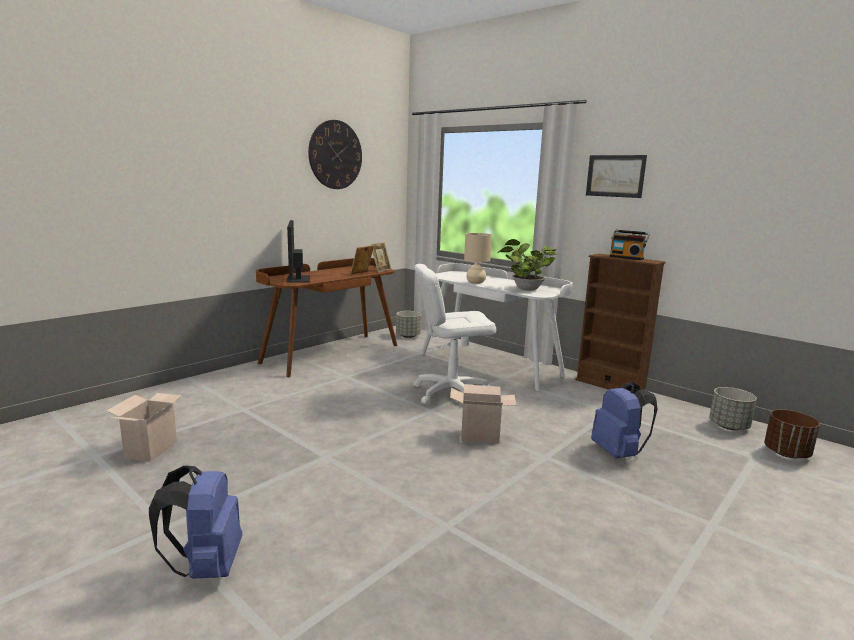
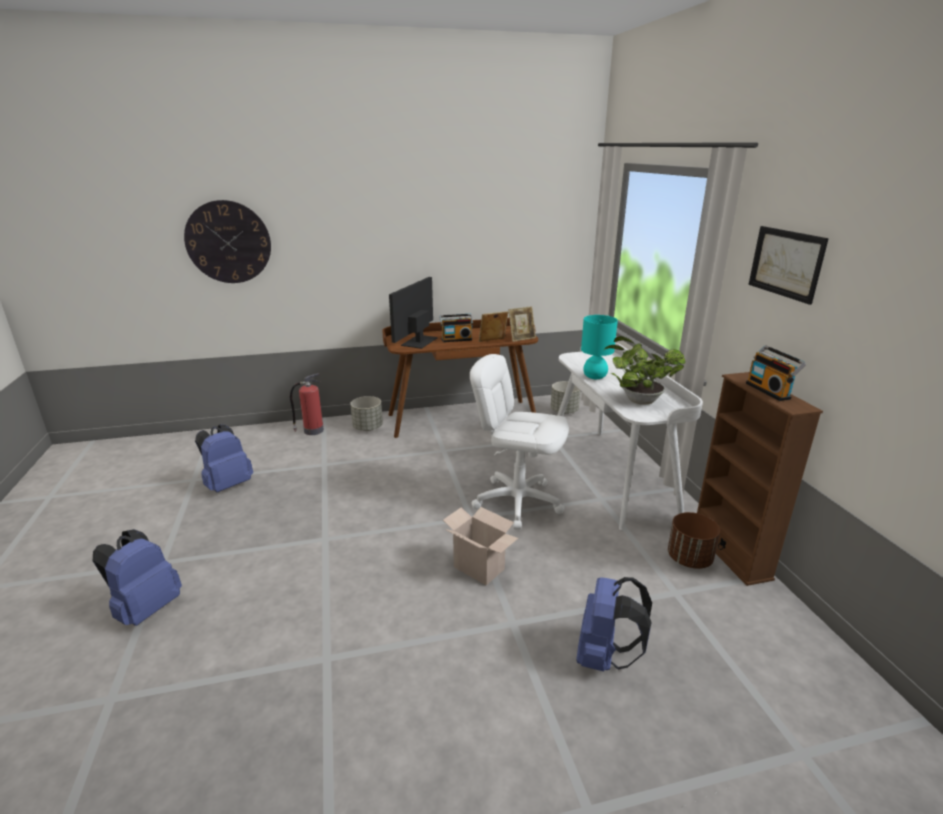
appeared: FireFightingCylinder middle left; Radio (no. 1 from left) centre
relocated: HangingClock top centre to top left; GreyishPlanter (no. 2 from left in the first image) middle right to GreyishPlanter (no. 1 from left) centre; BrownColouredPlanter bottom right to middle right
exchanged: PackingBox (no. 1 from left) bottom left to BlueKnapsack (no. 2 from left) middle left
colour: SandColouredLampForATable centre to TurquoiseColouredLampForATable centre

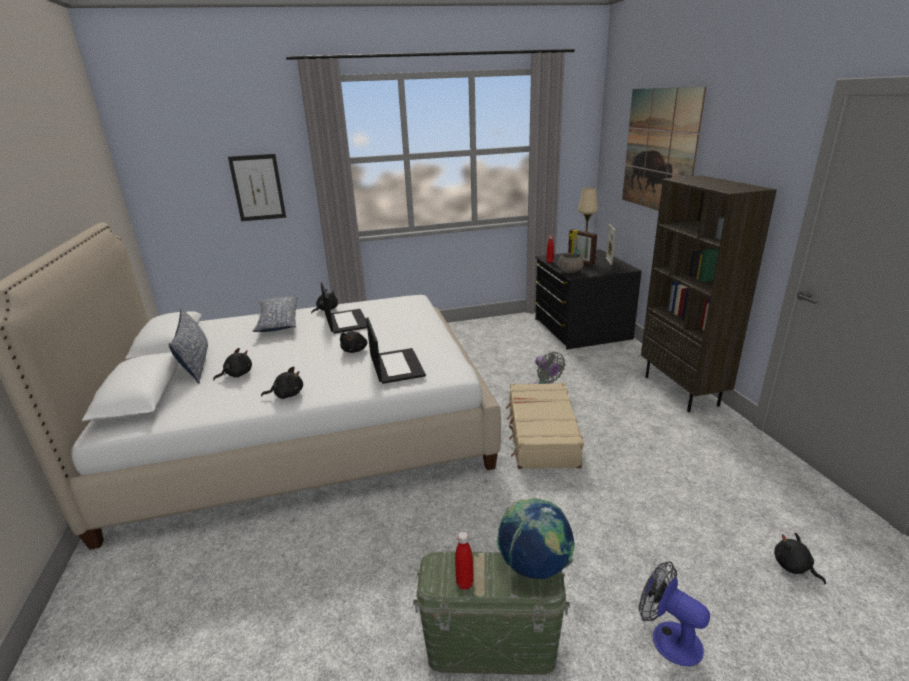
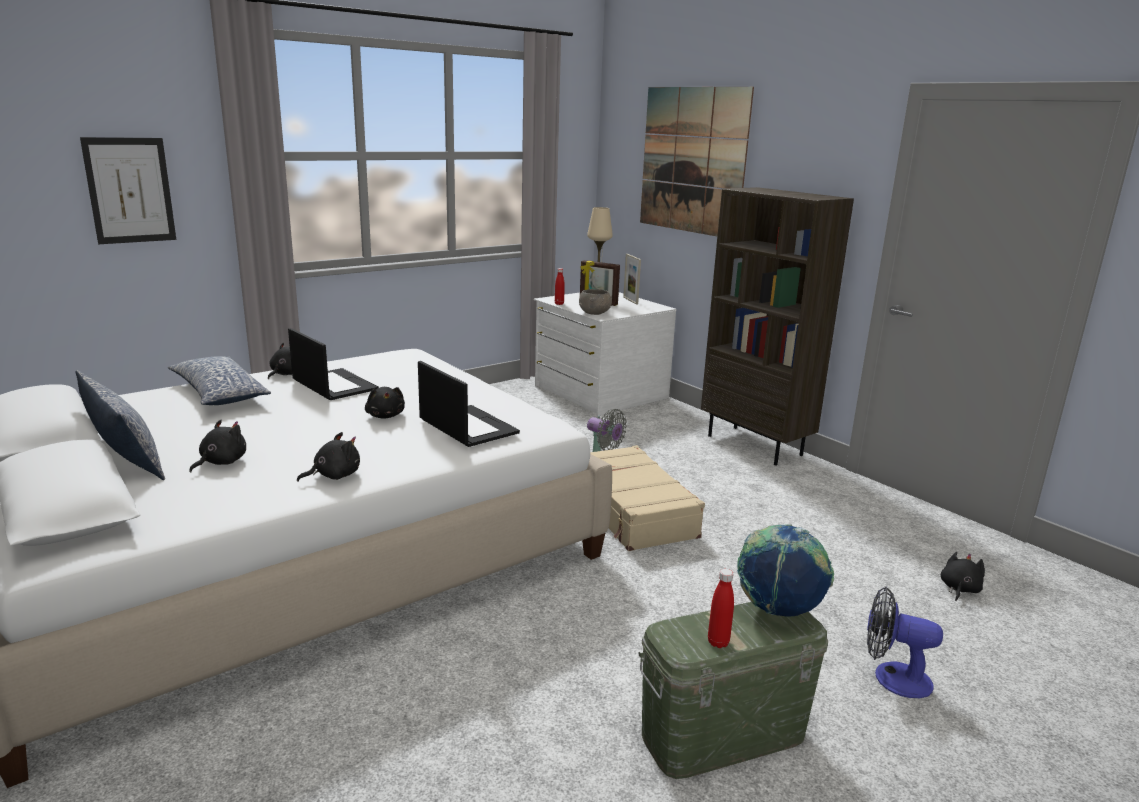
colour: BlackColouredDresser centre to WhitishDresser centre
spun: BlackColouredCuddlyToy (no. 5 from left) bottom right = bottom right 90 degrees clockwise

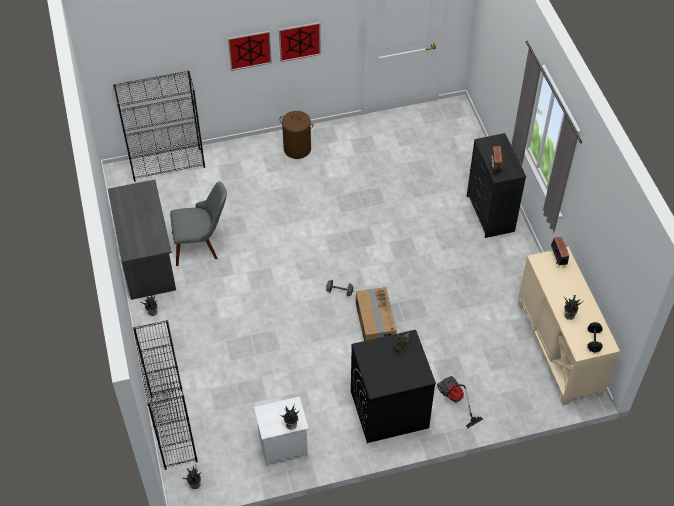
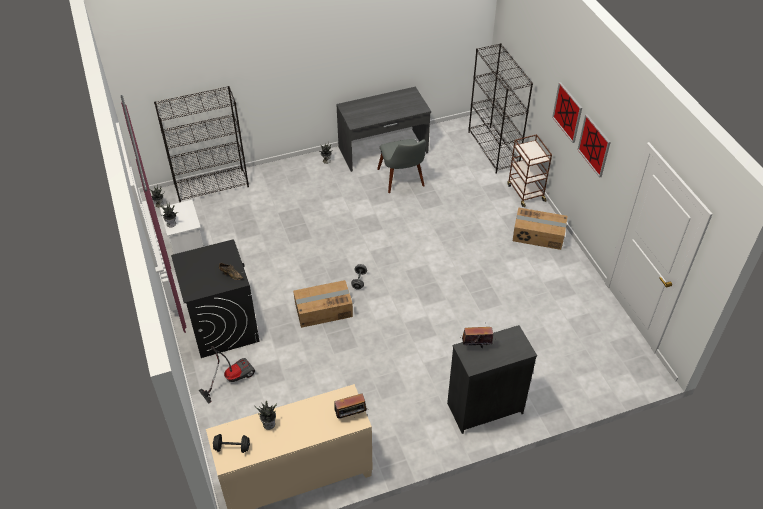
appeared: BrownColouredWheeledCart middle right
exchanged: BrownColouredHamper top centre to PackingBox (no. 2 from left) middle right

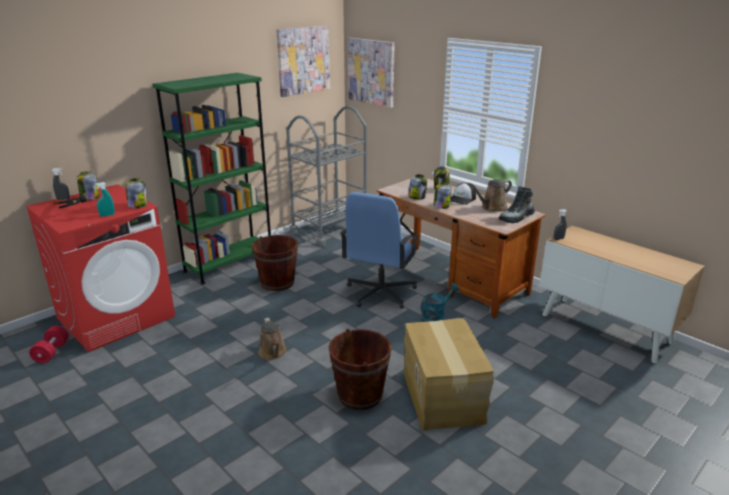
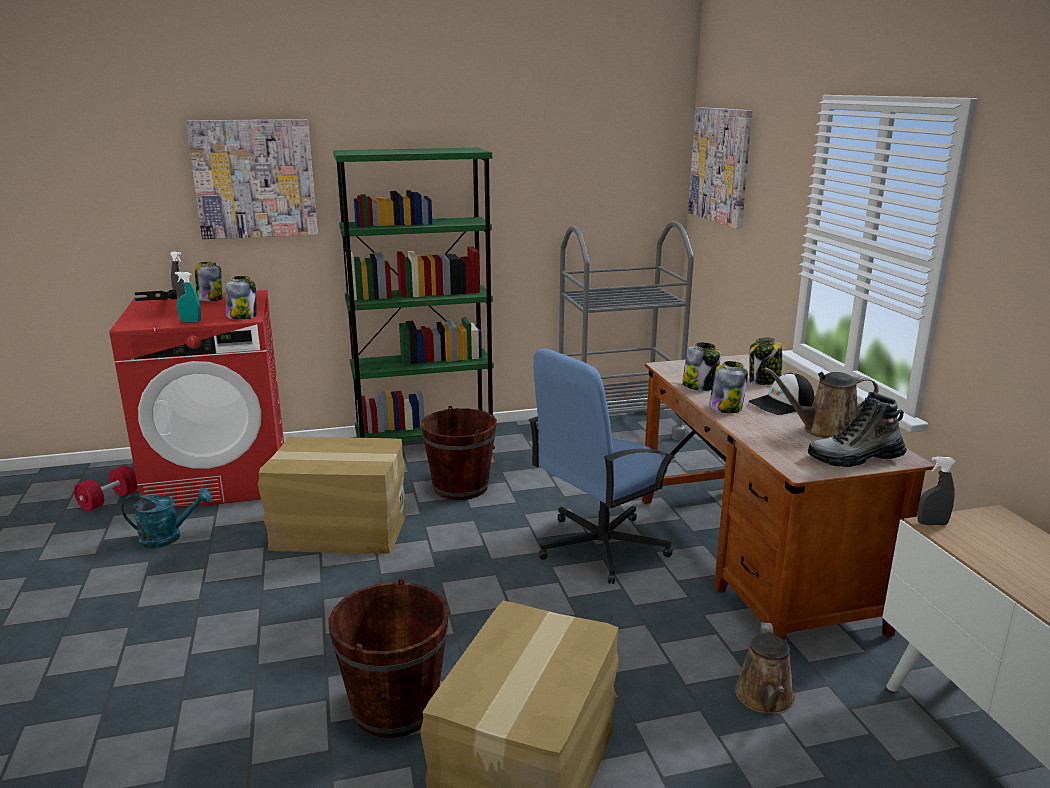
appeared: PackingBox (no. 1 from left) middle left
relocated: TurquoiseColouredWateringPot centre to middle left; Picture (no. 1 from left) top centre to top left; BrownColouredWateringPot (no. 1 from left) bottom centre to bottom right

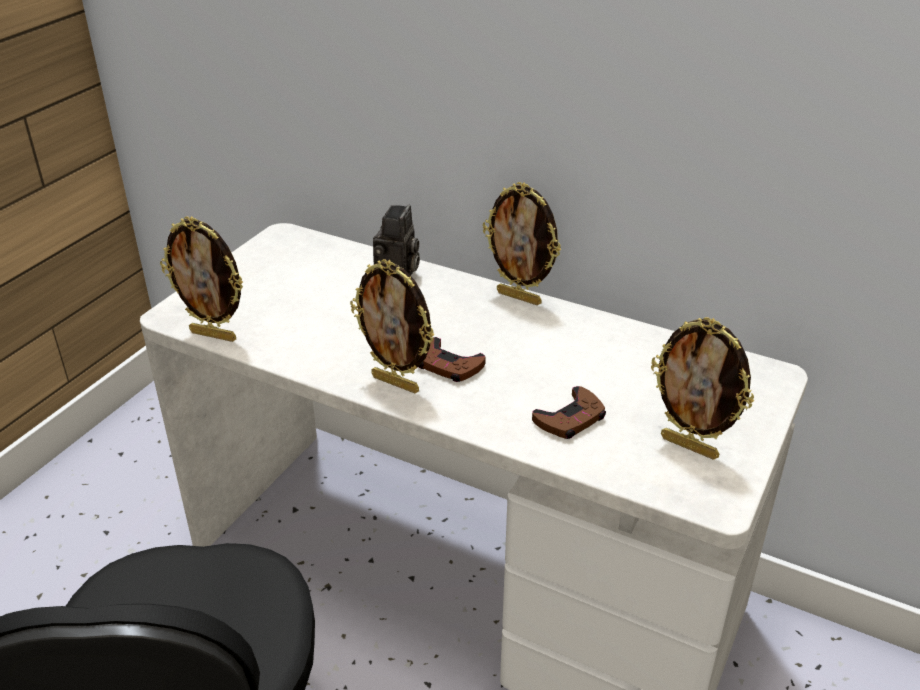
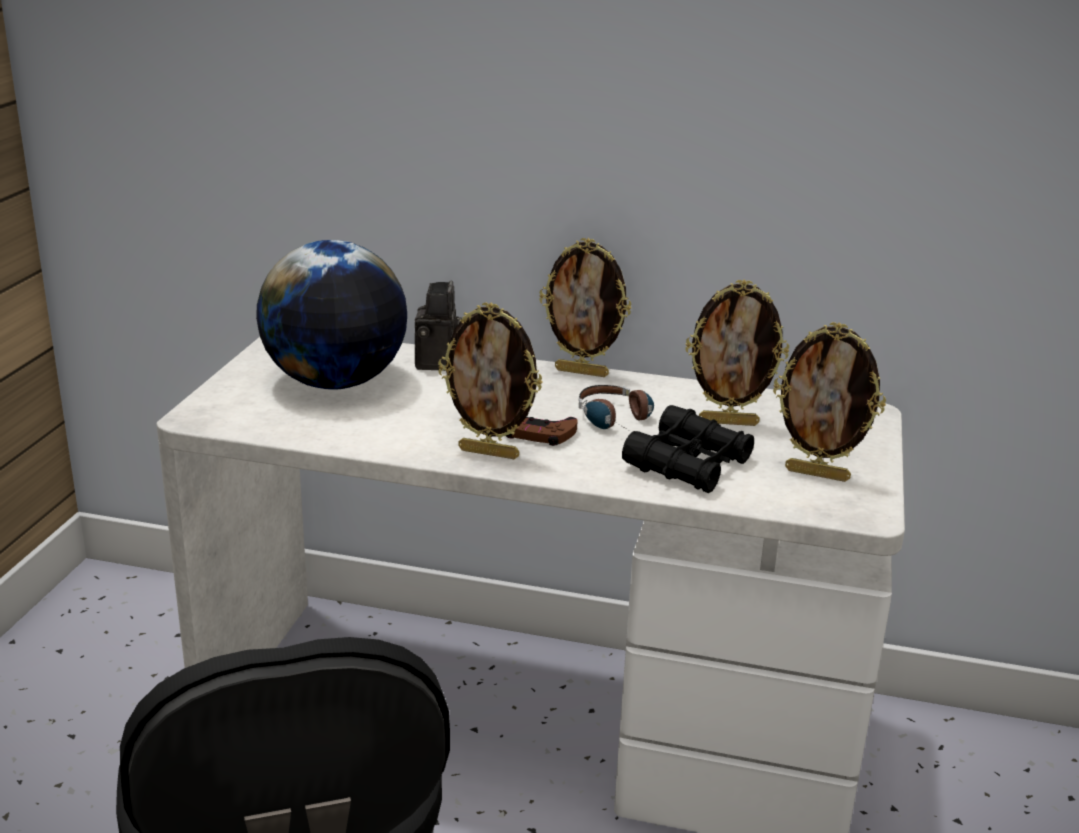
appeared: WorldGlobe middle left; Headphones centre
relocated: PhotoFrame (no. 1 from left in the first image) middle left to PhotoFrame (no. 3 from left) middle right
exchanged: BrownColouredGamepad (no. 2 from left) centre to BlackColouredFieldGlasses centre

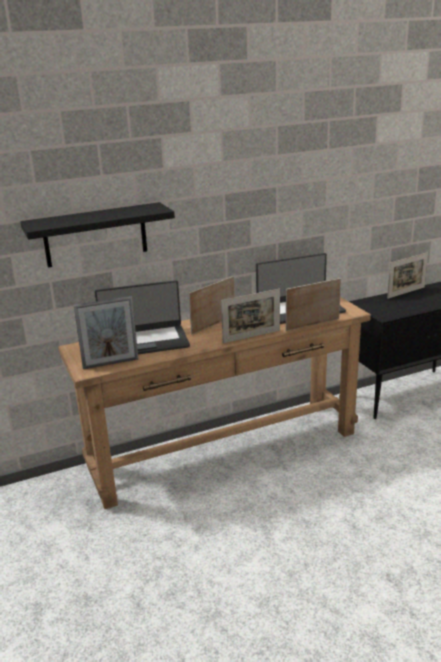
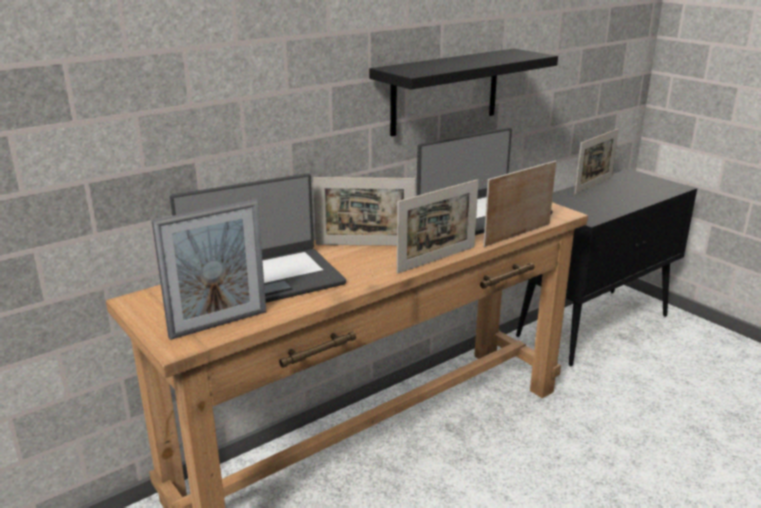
relocated: BlackColouredWallShelf middle left to top centre
spun: PhotoFrame (no. 2 from left) centre = centre 120 degrees counterclockwise

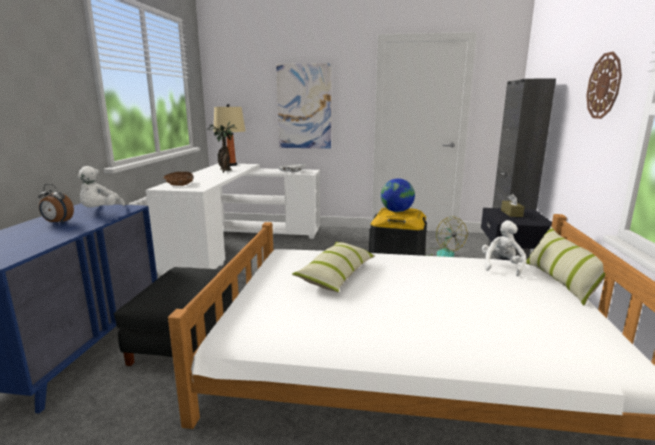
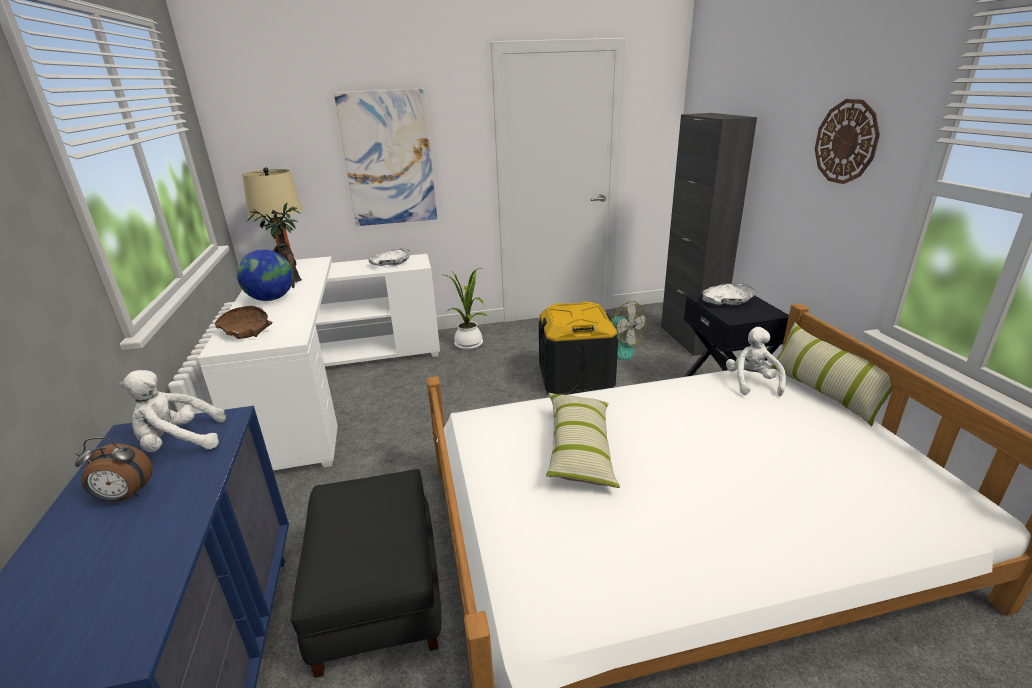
appeared: PottedPlant (no. 2 from left) centre
relocated: WorldGlobe centre to middle left
exchanged: BrownColouredTissueHolder middle right to WhitishServingBowl (no. 2 from left) middle right
spun: WhitishCuddlyToy (no. 1 from left) middle left = middle left 90 degrees clockwise

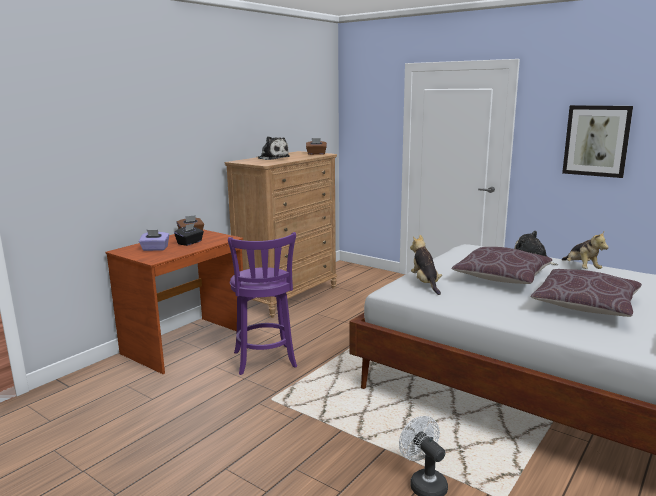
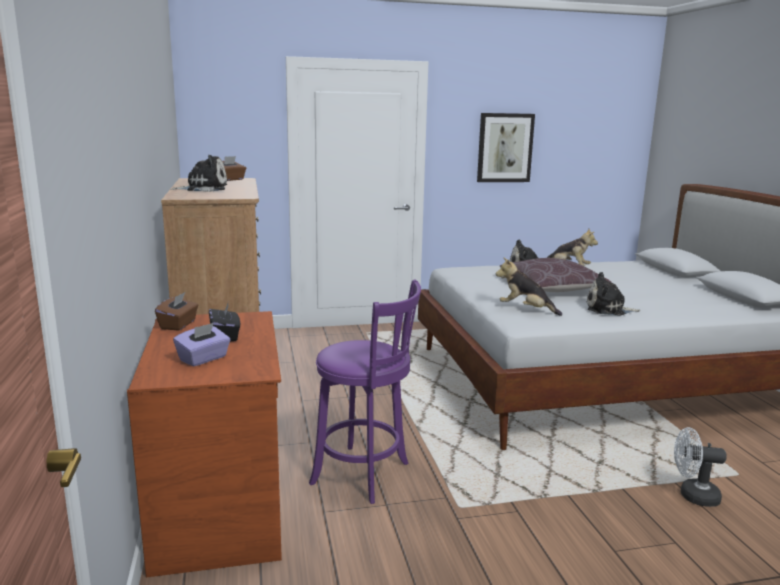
missing: BrownColouredCushion (no. 2 from left) middle right
appeared: CuddlyToy (no. 5 from left) middle right

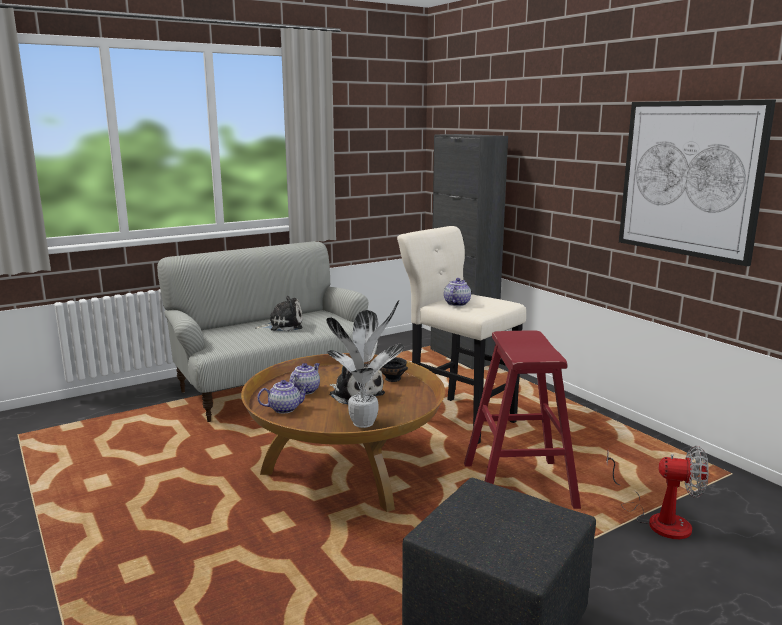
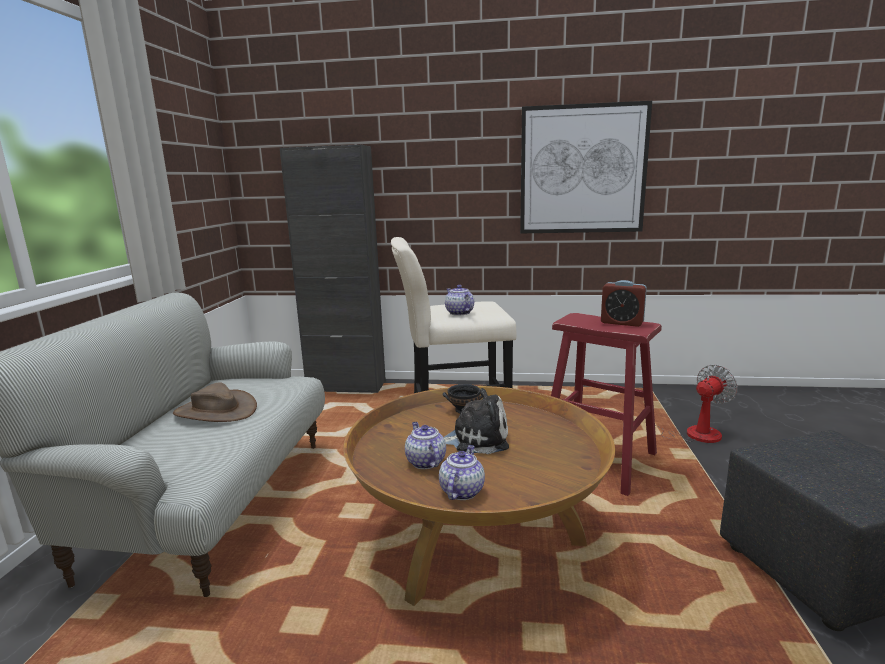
missing: PottedPlant centre
appeared: TableClock middle right
exchanged: CuddlyToy (no. 1 from left) centre to BrownColouredWearableHat middle left

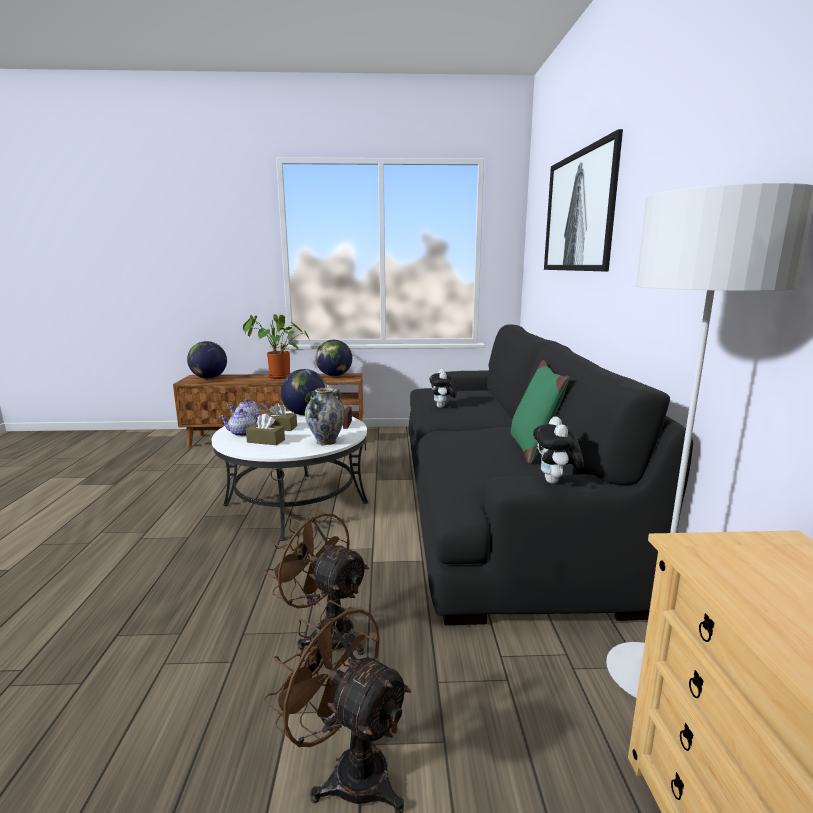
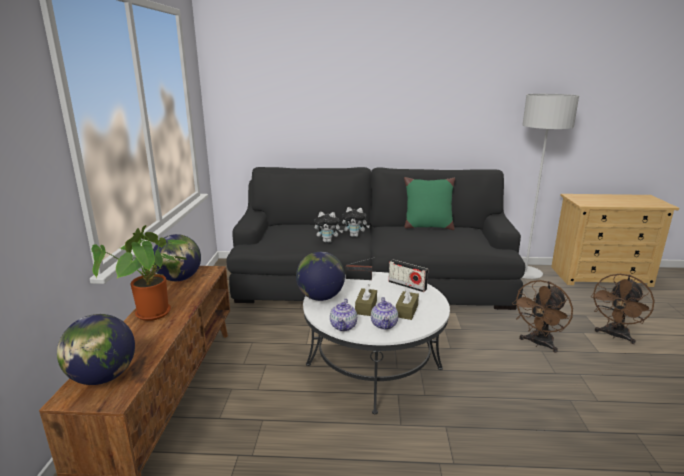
missing: Picture top right
relocated: CuddlyToy (no. 2 from left) middle right to centre
exchanged: Vase centre to Radio (no. 2 from left) centre

